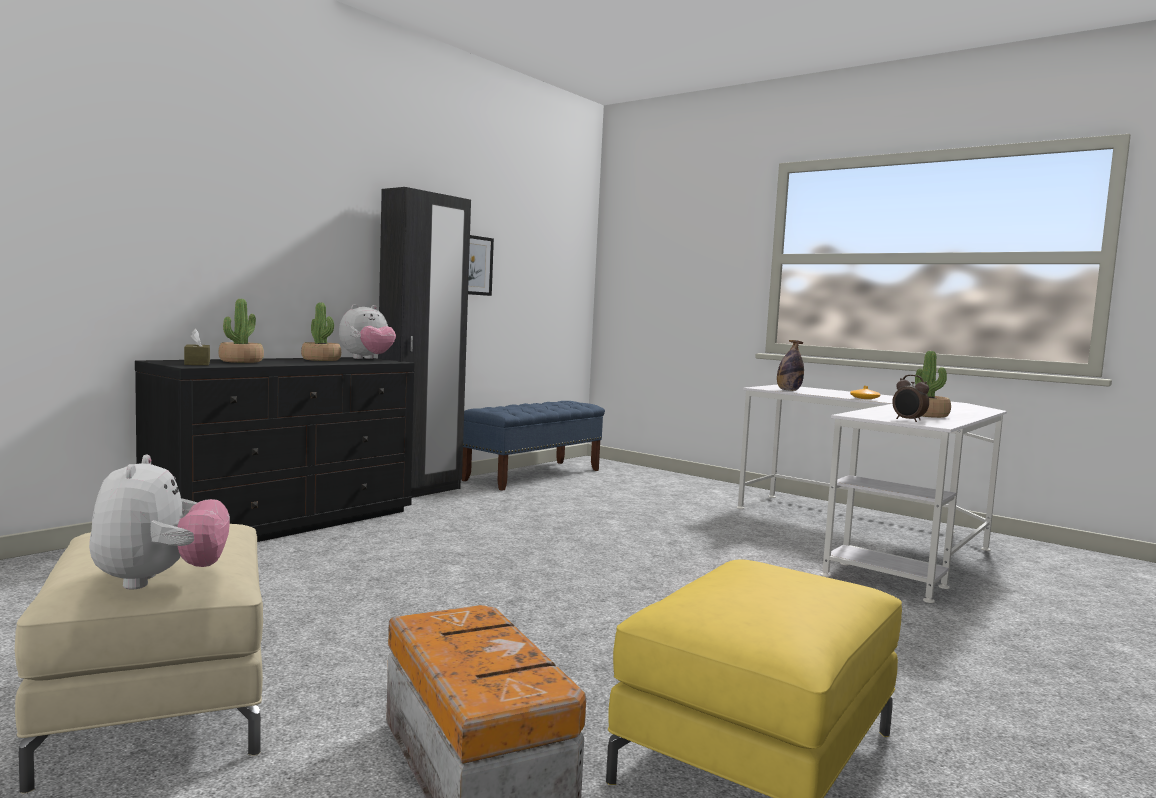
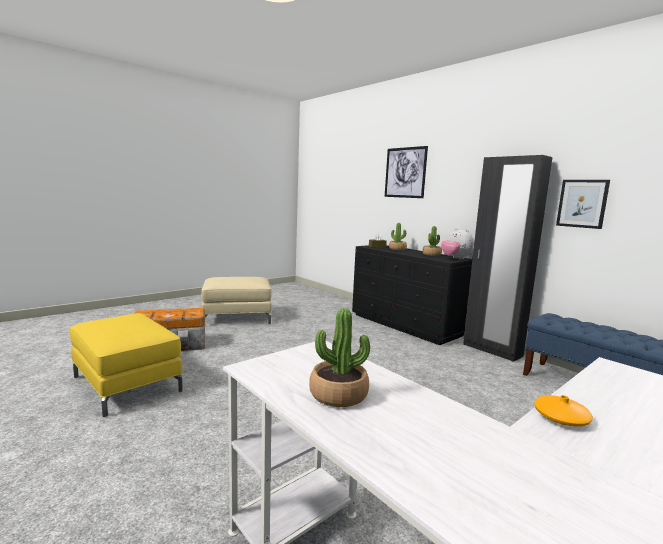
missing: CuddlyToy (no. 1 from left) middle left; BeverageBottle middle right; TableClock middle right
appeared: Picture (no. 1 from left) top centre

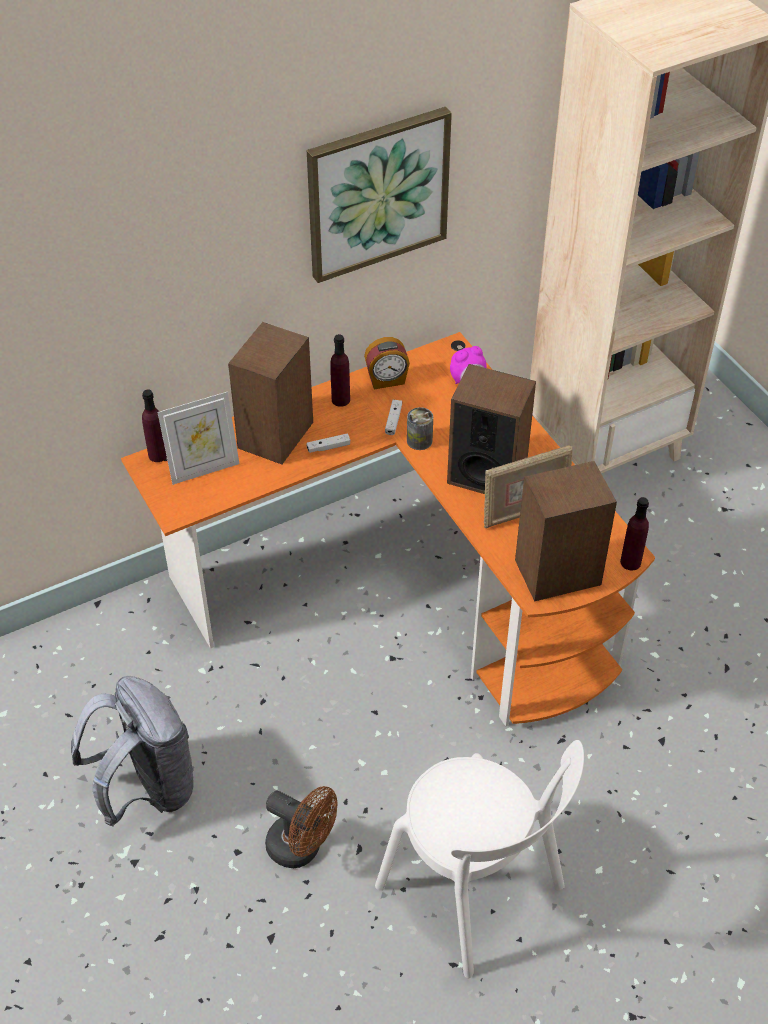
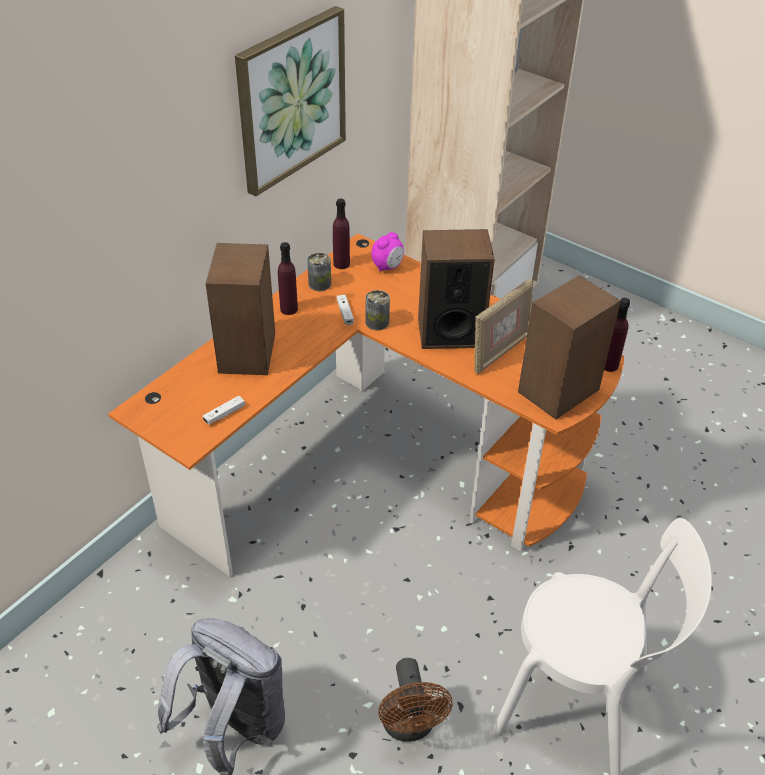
missing: PhotoFrame (no. 1 from left) middle left
relocated: WhitishGamepad (no. 1 from left) centre to middle left; PurplishBeverageBottle (no. 1 from left in the first image) middle left to PurplishBeverageBottle (no. 2 from left) top centre
exchanged: TableClock (no. 1 from left) centre to MetalCan (no. 1 from left) centre
spun: BrownColouredFan bottom centre = bottom centre 75 degrees clockwise

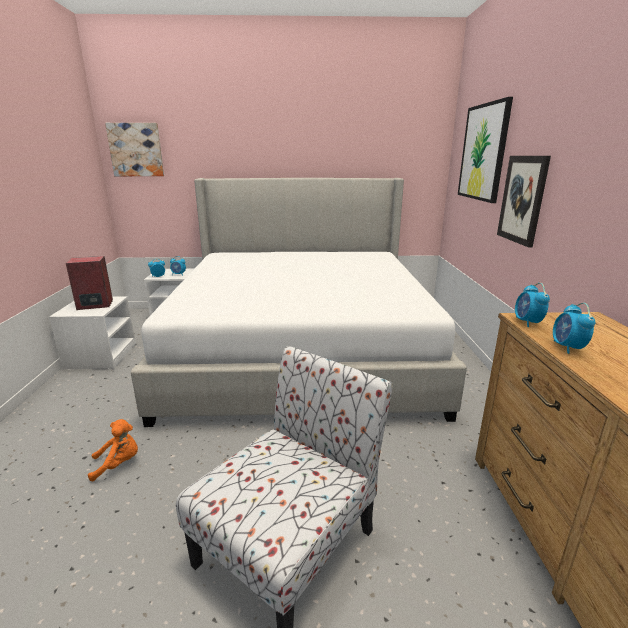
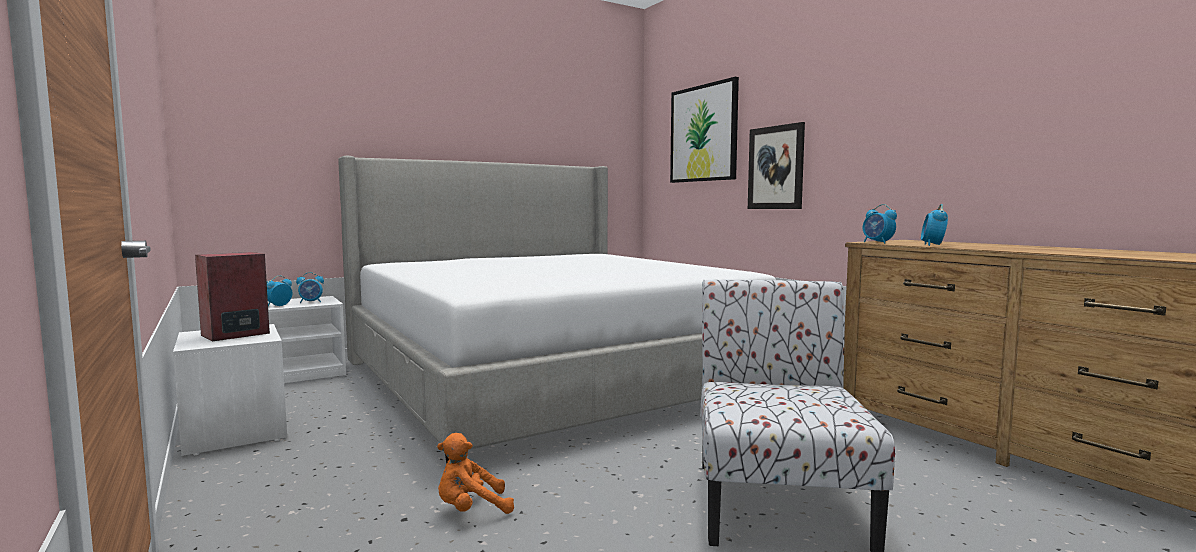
missing: Picture (no. 1 from left) top left
spun: OrangeCuddlyToy bottom left = bottom centre 150 degrees counterclockwise; TableClock (no. 4 from left) middle right = middle right 45 degrees clockwise

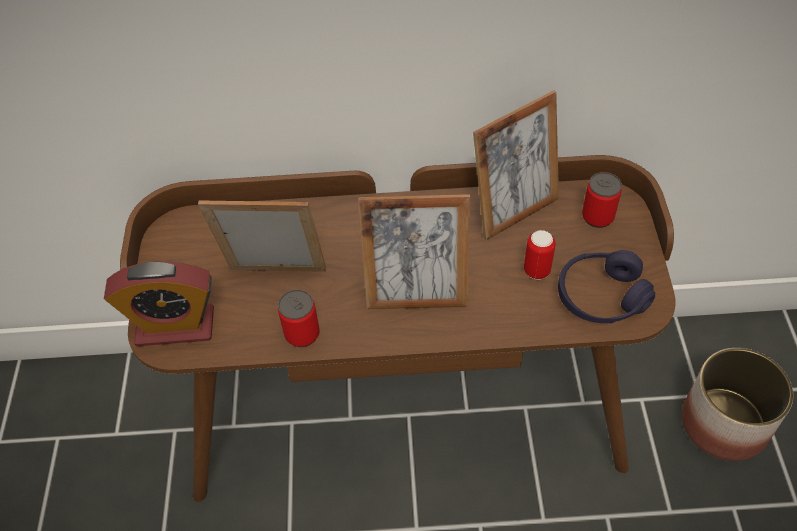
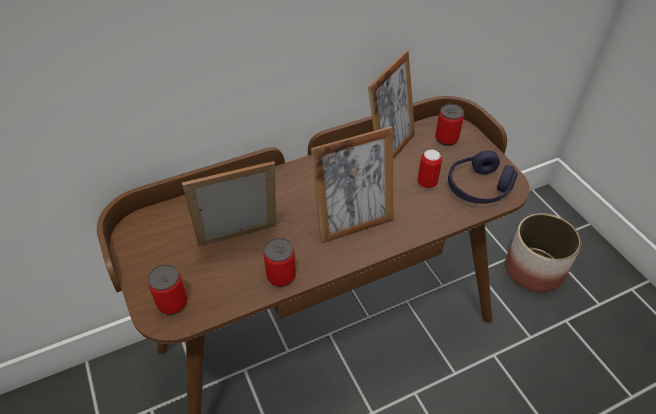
exchanged: TableClock middle left to MetalCan (no. 1 from left) bottom left

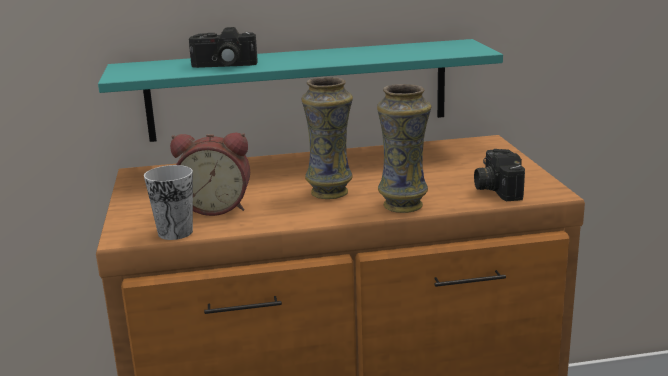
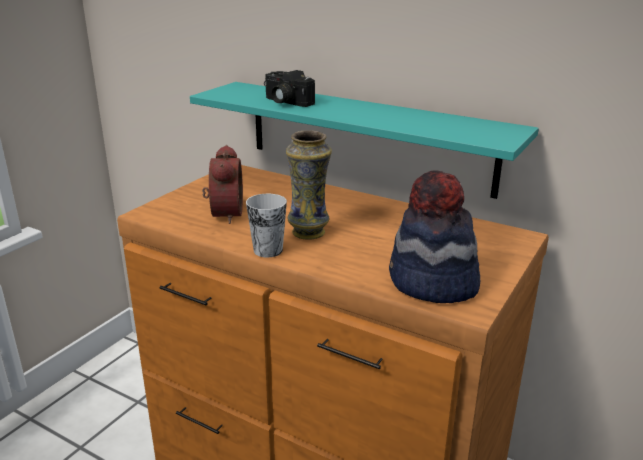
missing: Vase (no. 2 from left) centre
relocated: Cup middle left to centre
exchanged: PhotoCamera (no. 2 from left) middle right to WearableHat middle right
spun: TableClock middle left = centre 135 degrees counterclockwise

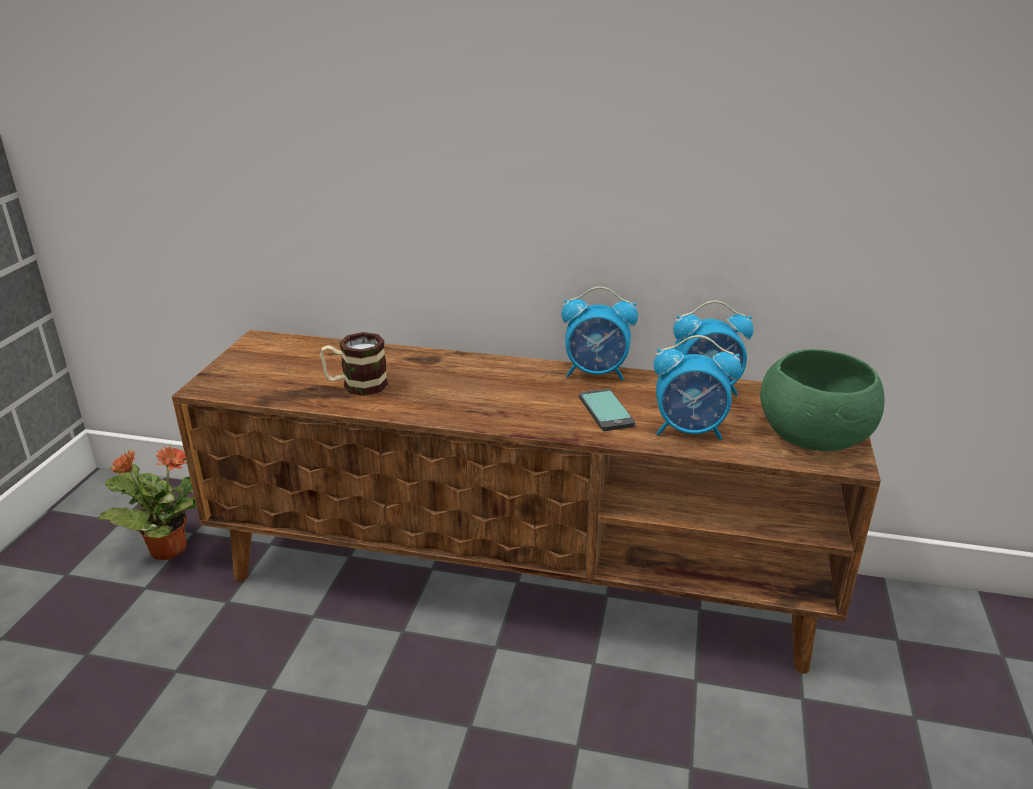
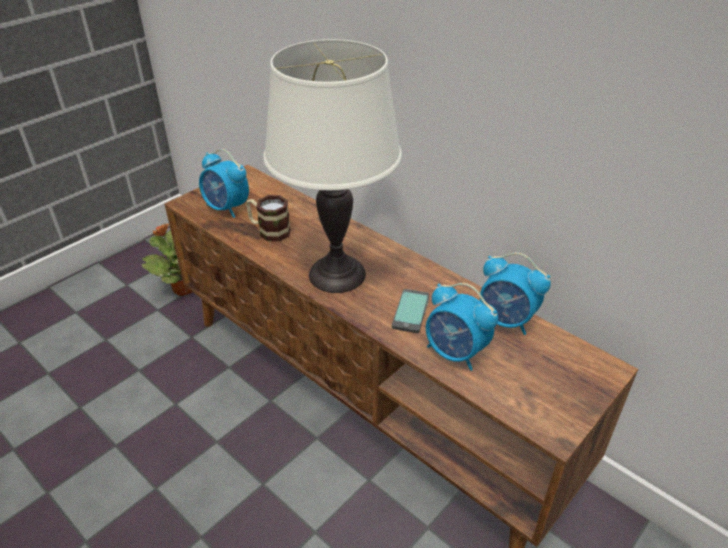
missing: GreenishServingBowl middle right
appeared: WhitishLampForATable top centre
relocated: TableClock (no. 1 from left) centre to middle left

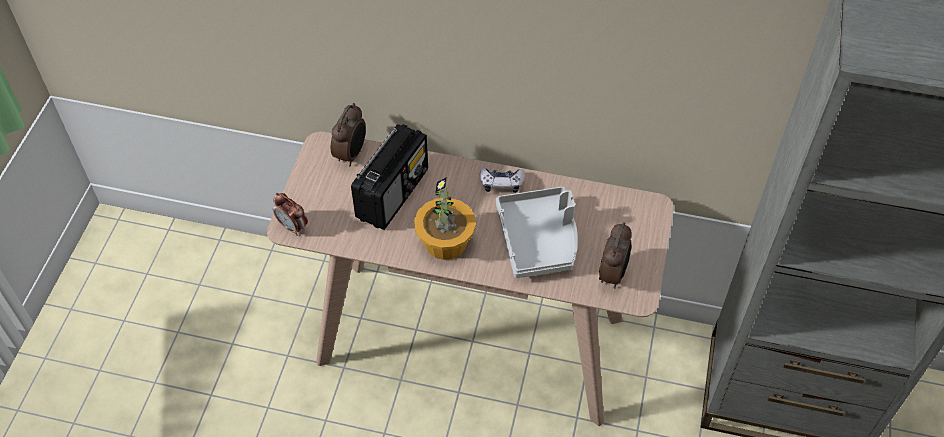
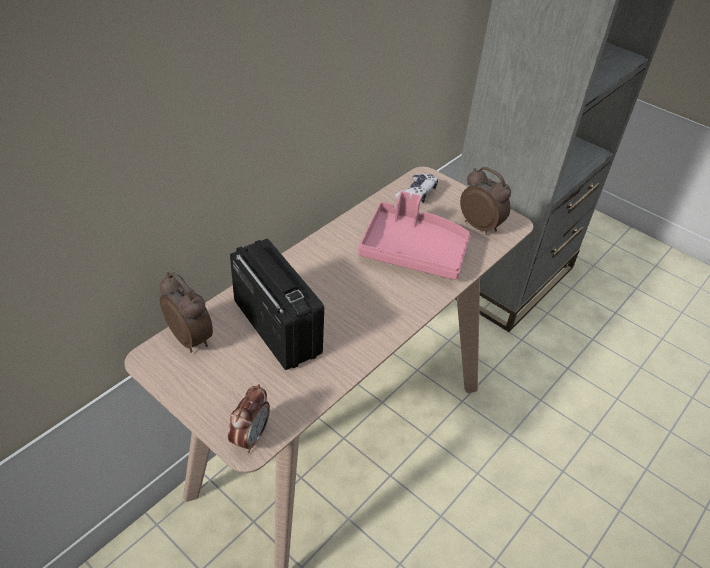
missing: PottedPlant centre
relocated: Gamepad centre to top centre
colour: GreyishCarryingTray centre to PinkishCarryingTray centre
spun: TableClock (no. 1 from left in the first image) middle left = bottom centre 45 degrees counterclockwise

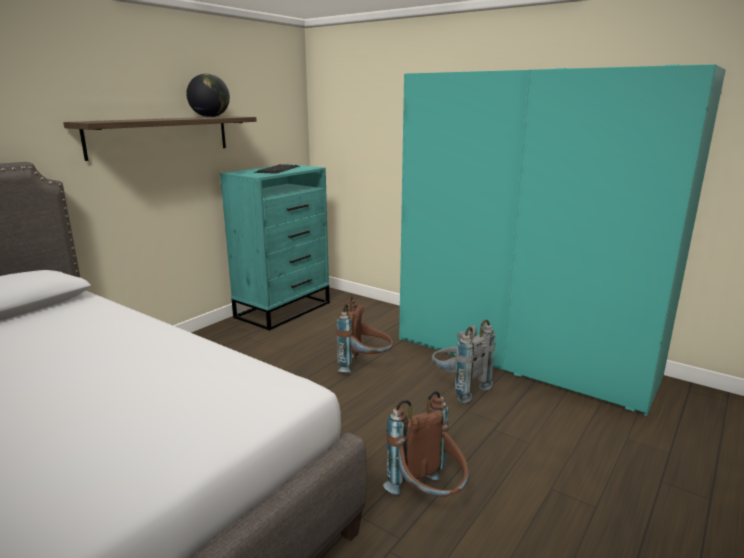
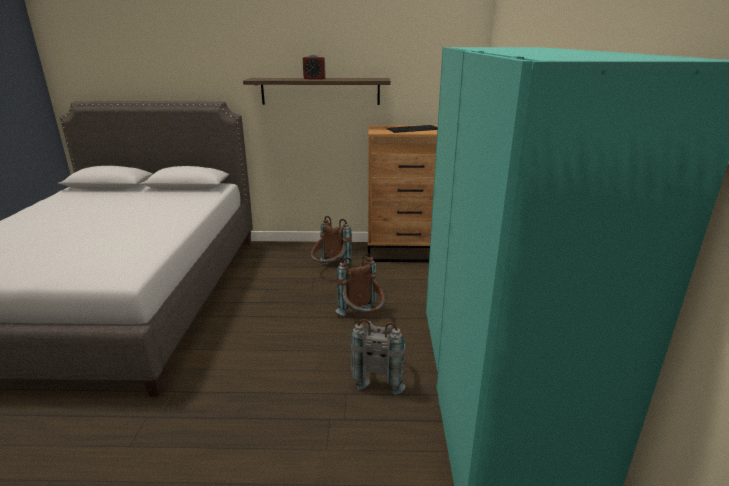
missing: WorldGlobe top left
appeared: TableClock top centre
relocated: BrownColouredKnapsack (no. 2 from left in the first image) bottom centre to BrownColouredKnapsack (no. 1 from left) centre
colour: TurquoiseColouredDresser centre to BrownColouredDresser centre

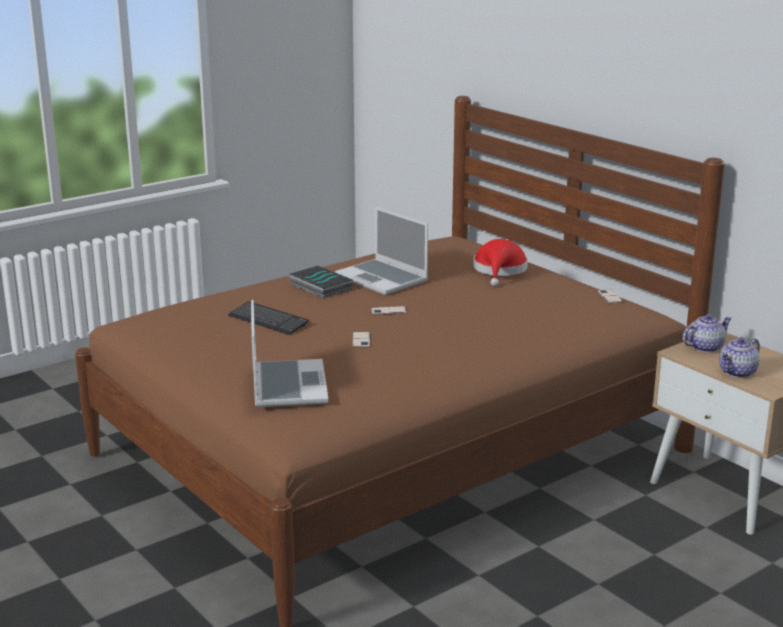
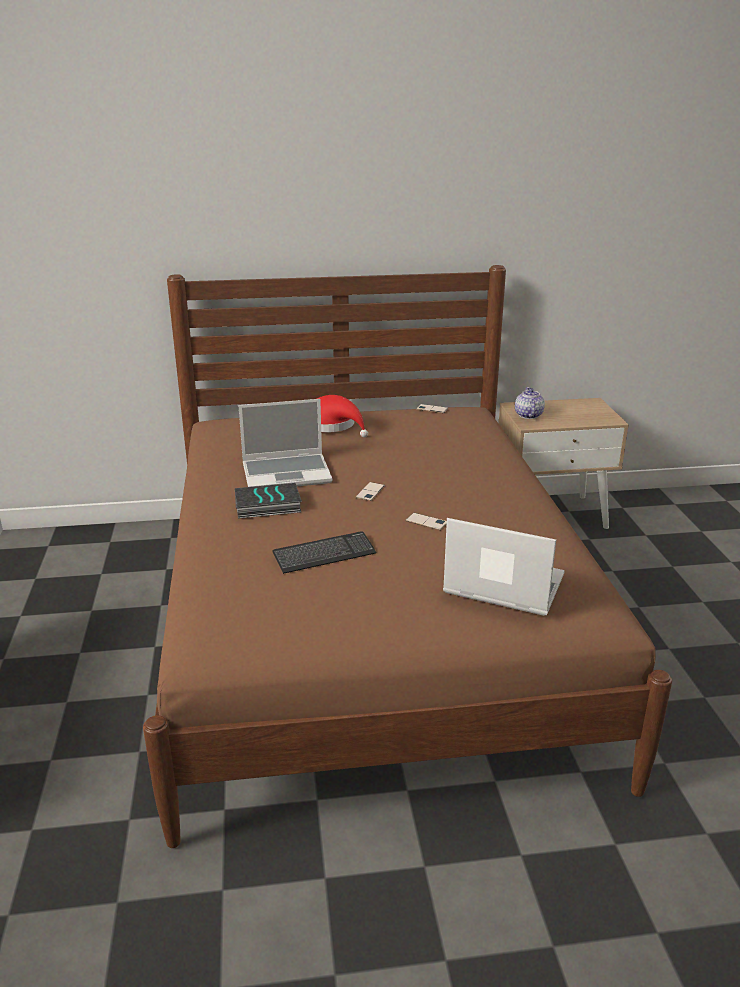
missing: Teapot (no. 2 from left) middle right

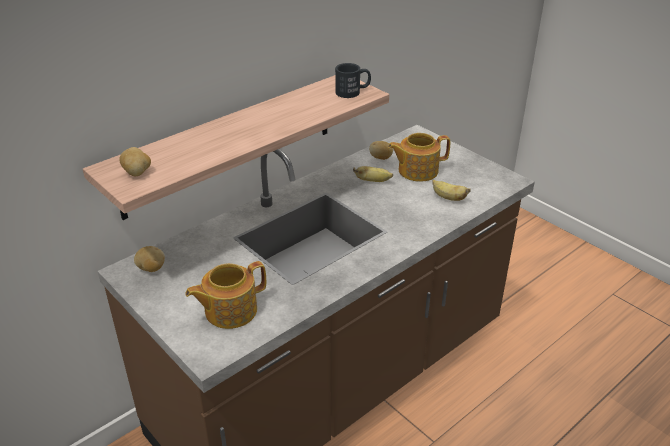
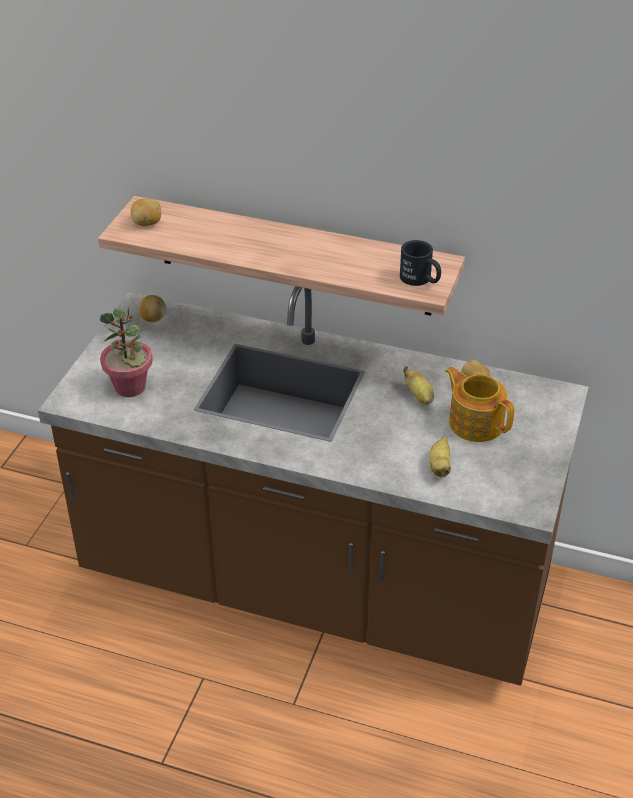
exchanged: Teapot (no. 1 from left) centre to PottedPlant middle left

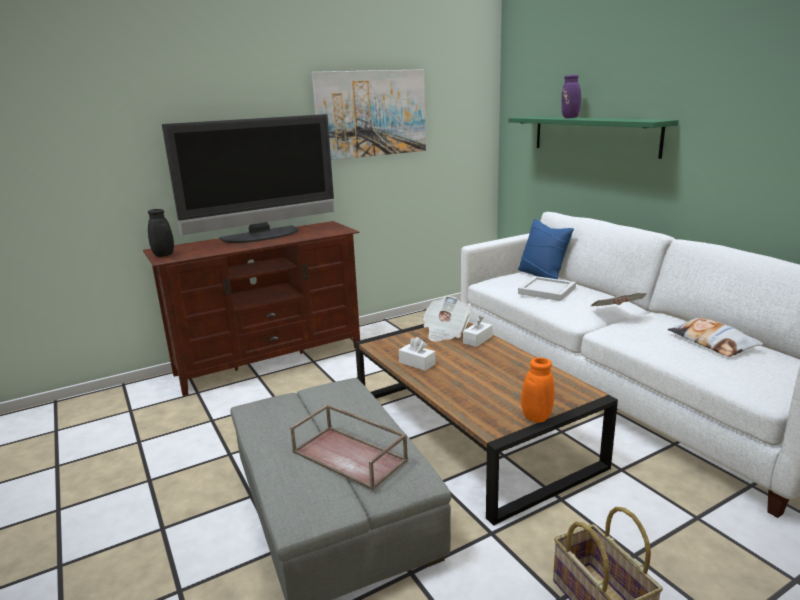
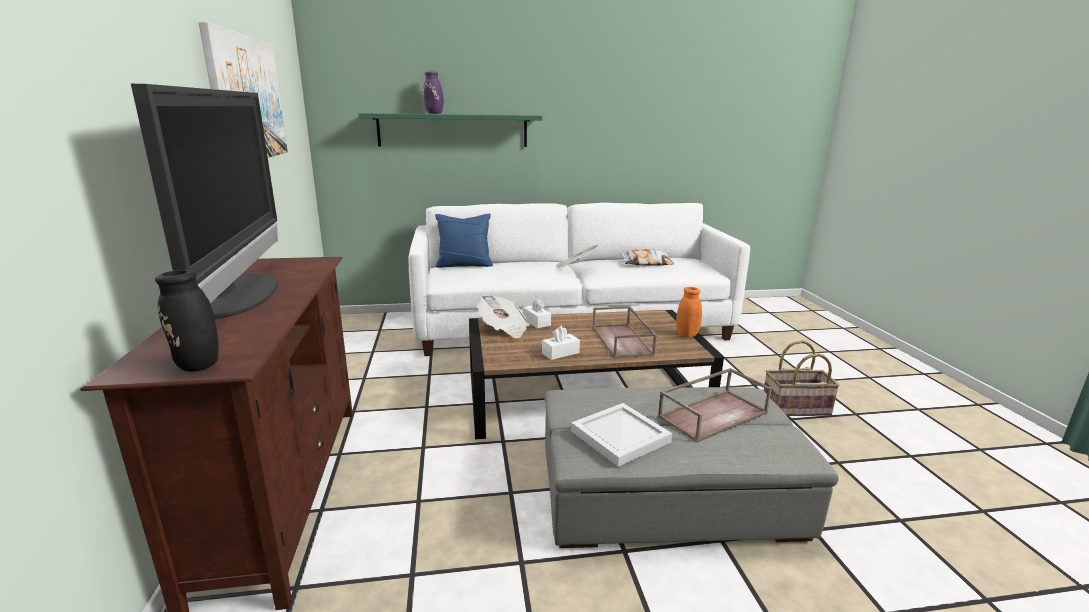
appeared: BrownColouredCarryingTray (no. 1 from left) centre
relocated: WhitishCarryingTray middle right to bottom centre

